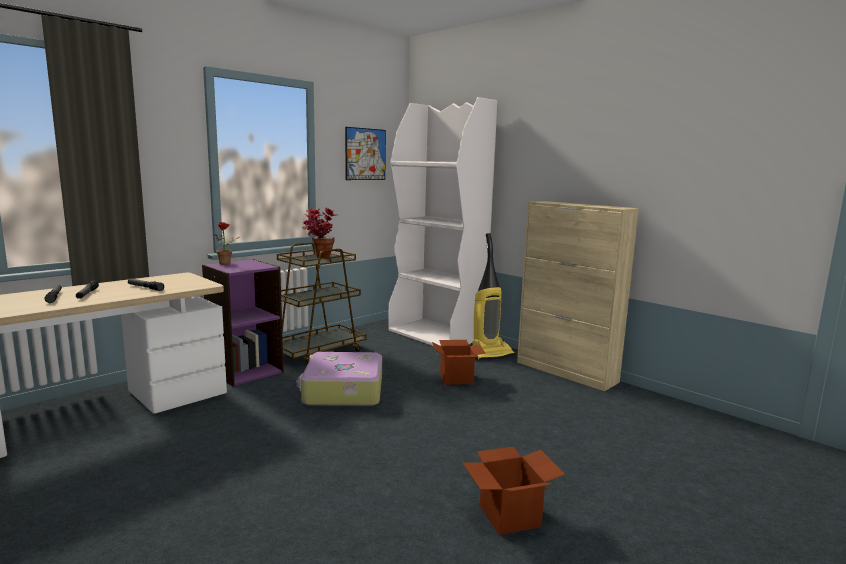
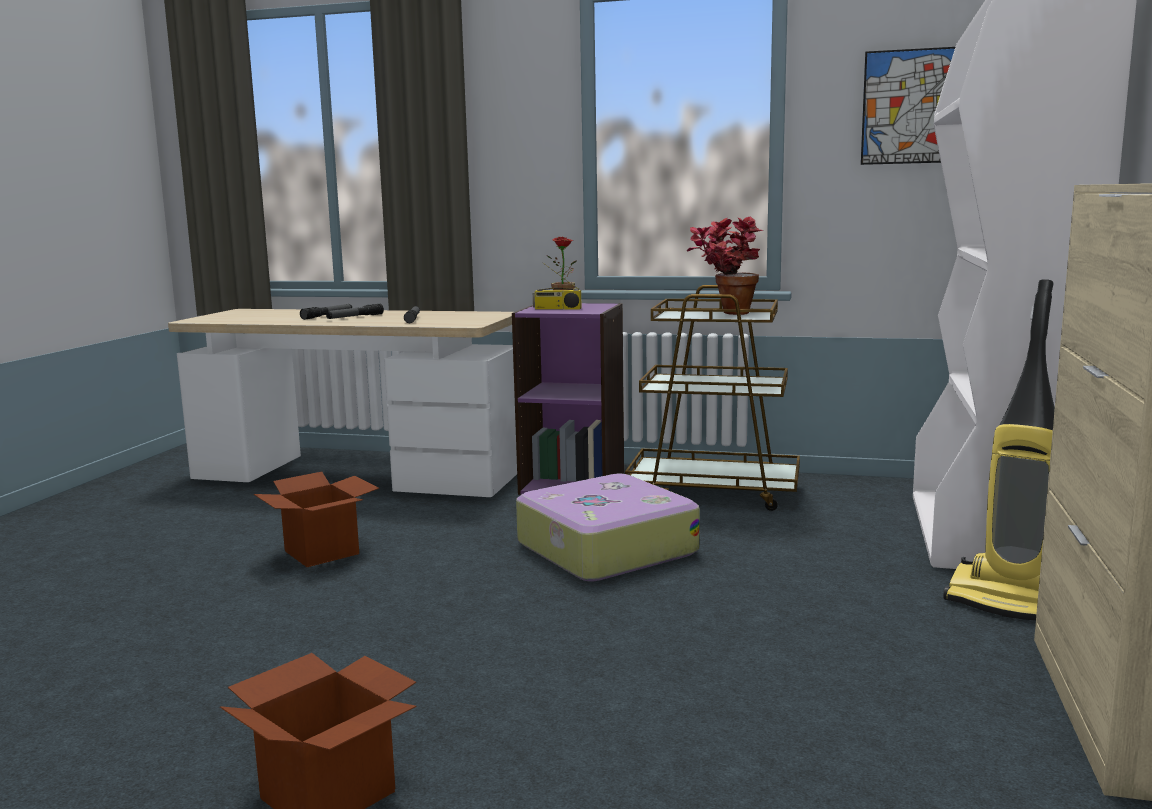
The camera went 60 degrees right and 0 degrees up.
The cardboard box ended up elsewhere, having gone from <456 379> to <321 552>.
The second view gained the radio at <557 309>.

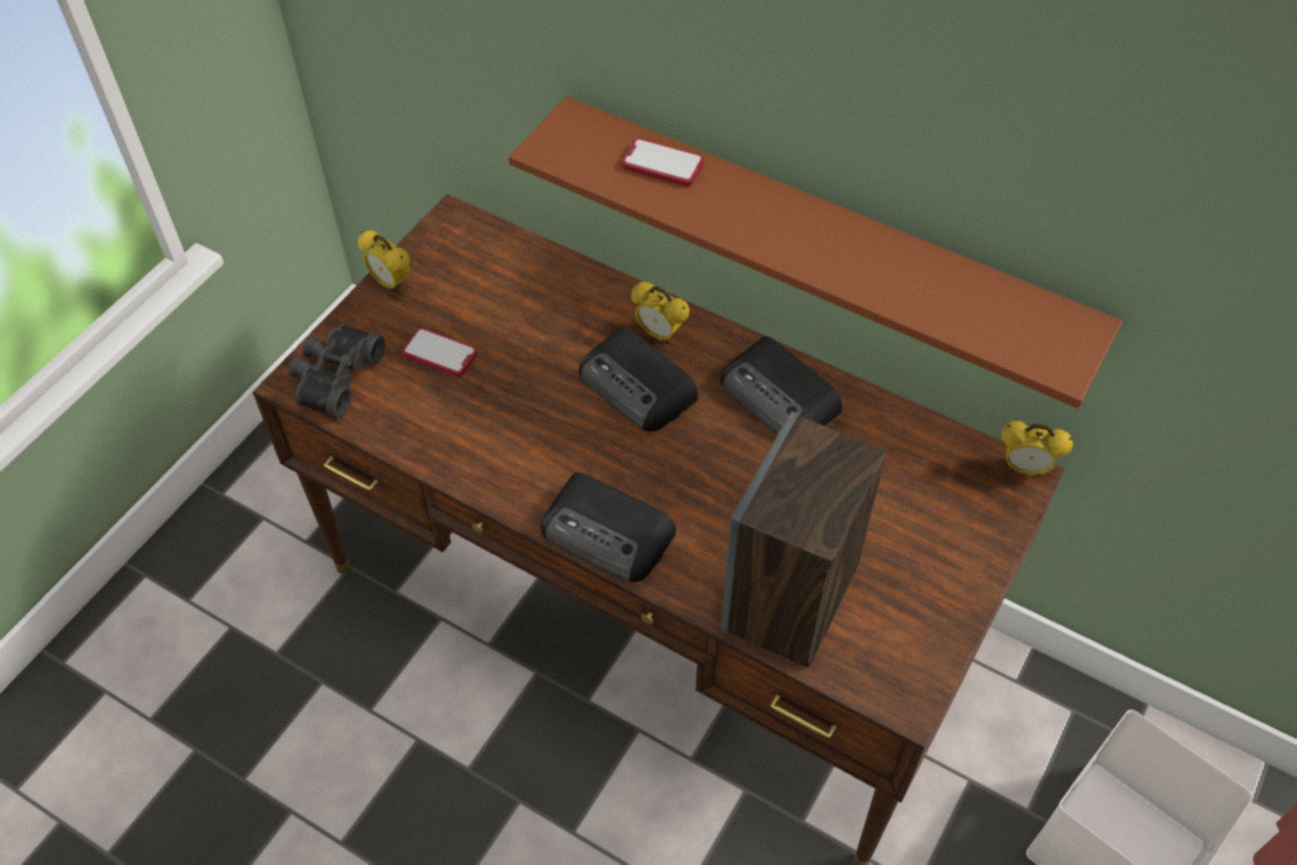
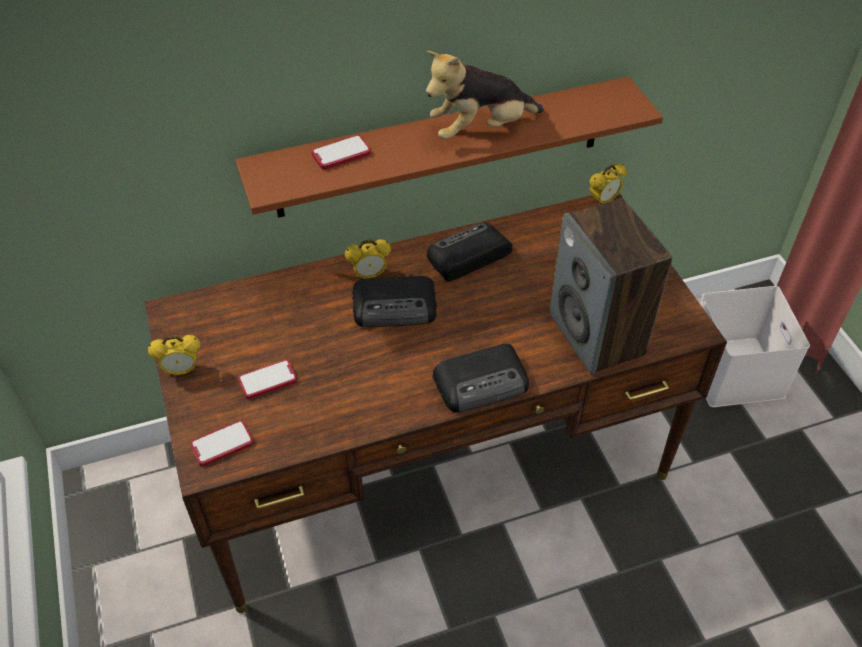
The camera went 50 degrees left and 5 degrees down.
Where the binoculars in black stood at <334 377>, the phone came to stand at <222 444>.
The radio at <781 397> ended up facing another way, 150 degrees clockwise from before.
The second view gained the plush toy at <480 130>.

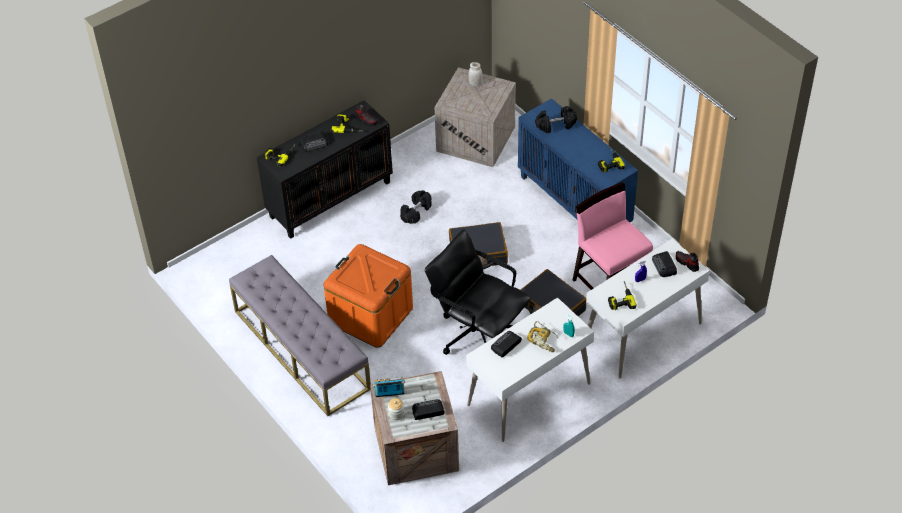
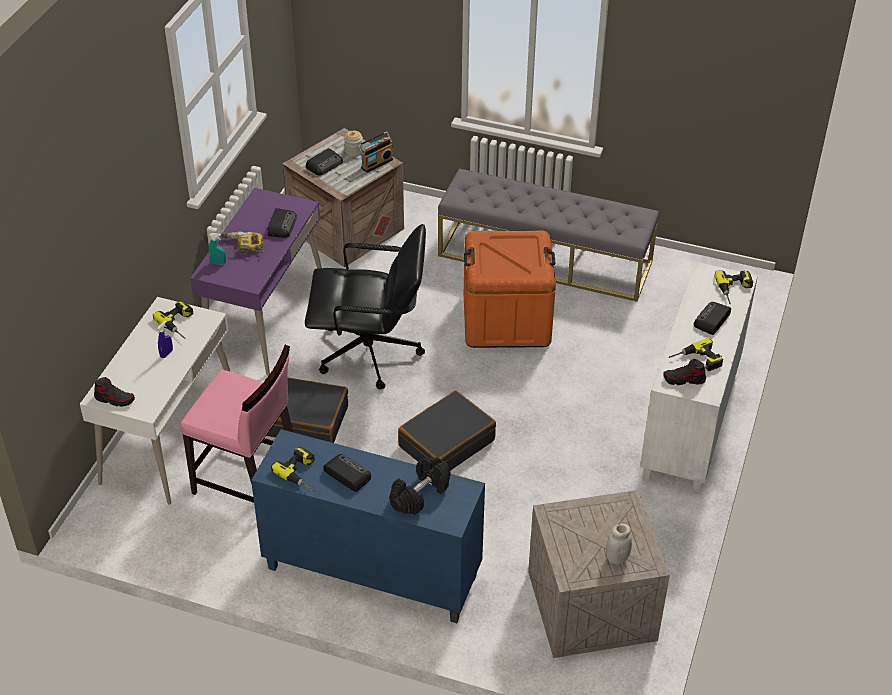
The camera went 145 degrees right and 5 degrees down.
What was the cabinet in black at <330 199> turned into the cabinet in white at <691 423>.
The second view lost the dumbbell in black at <416 212>.
What was the desk in white at <529 395> turned into the desk in purple at <264 320>.
The radio ended up elsewhere, having gone from <664 266> to <347 474>.

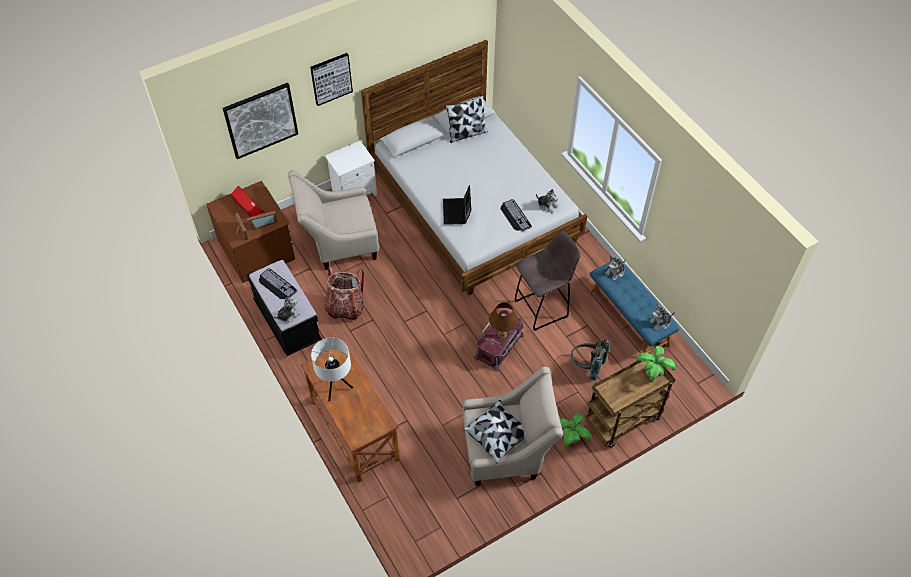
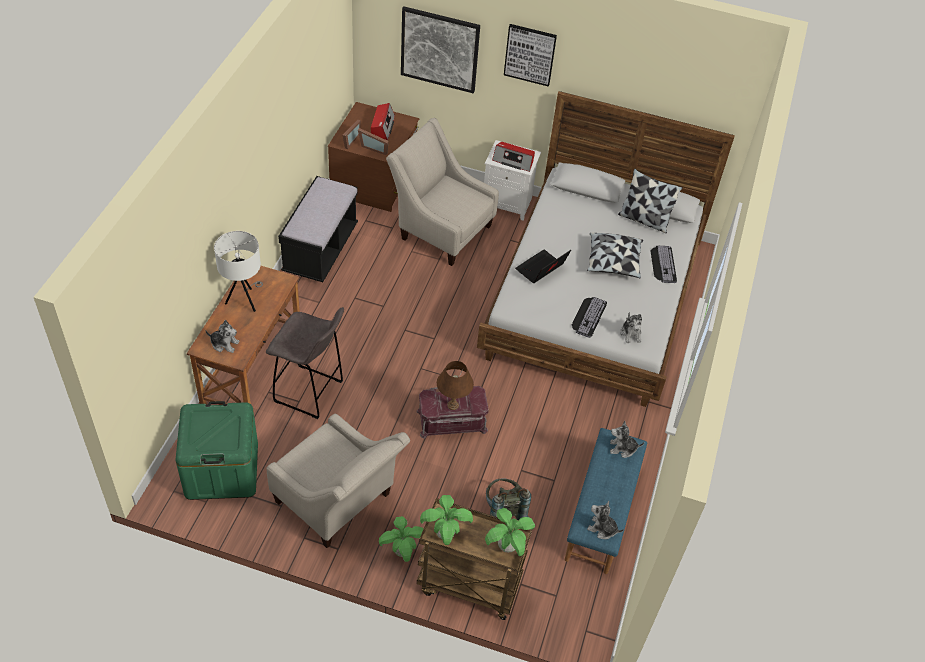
The camera went 45 degrees right and 5 degrees down.
The keyboard ended up elsewhere, having gone from <276 285> to <662 264>.
The plush toy ended up elsewhere, having gone from <288 315> to <224 344>.
The second view lost the backpack at <345 307>.
The pillow ended up elsewhere, having gone from <498 435> to <613 262>.
The stool in grey ended up elsewhere, having gone from <543 308> to <310 392>.
The second view gained the storage box in green at <222 469>.
The second view gained the potted plant at <445 534>.
The second view gained the radio at <513 160>.

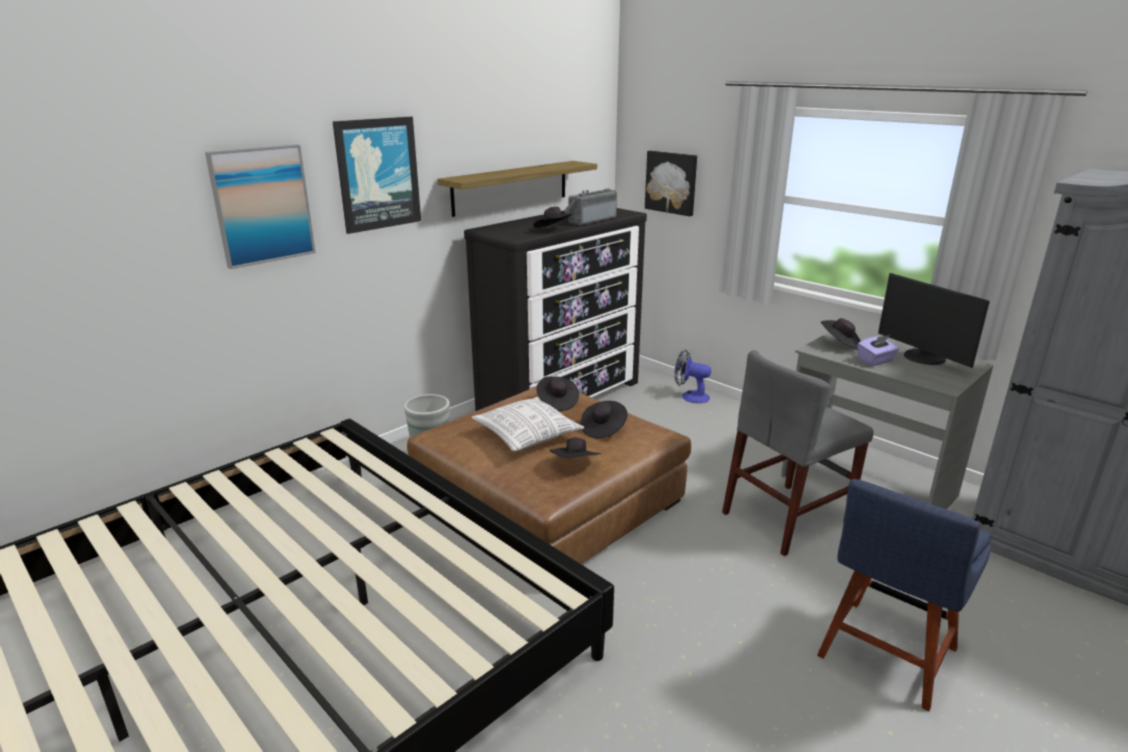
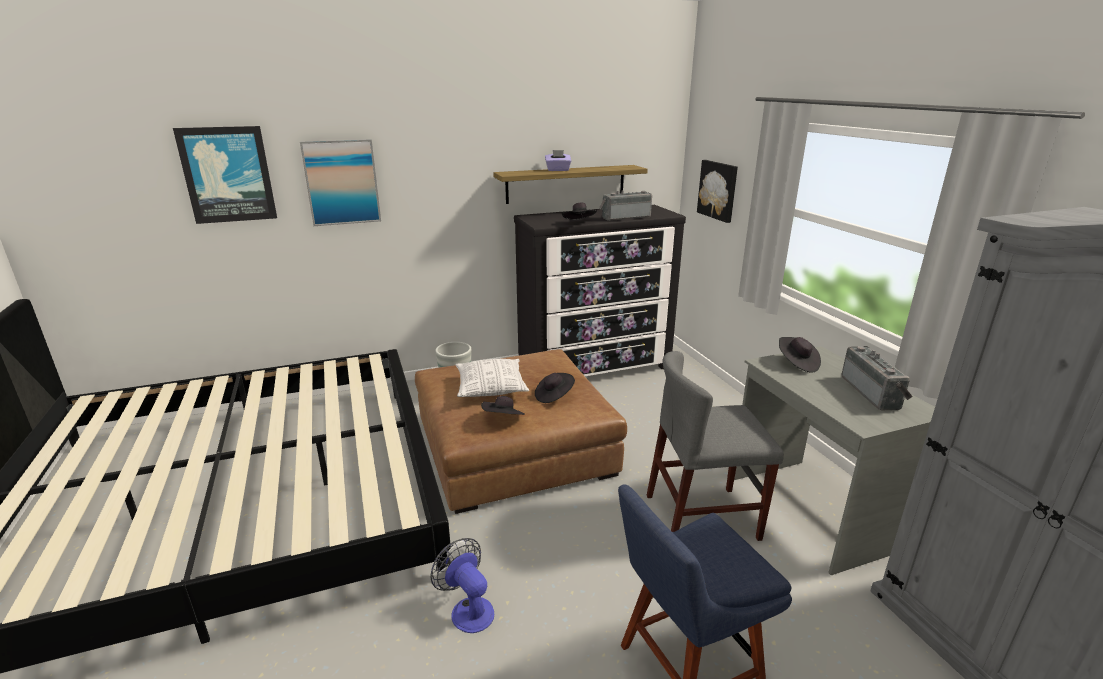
The camera went 25 degrees right and 0 degrees up.
The picture ended up elsewhere, having gone from <378 174> to <228 175>.
The second view lost the hat in black at <557 402>.
The fan ended up elsewhere, having gone from <690 396> to <468 609>.
The tissue box in purple ended up elsewhere, having gone from <875 361> to <558 170>.
Where the monitor stood at <923 358>, the radio came to stand at <873 392>.

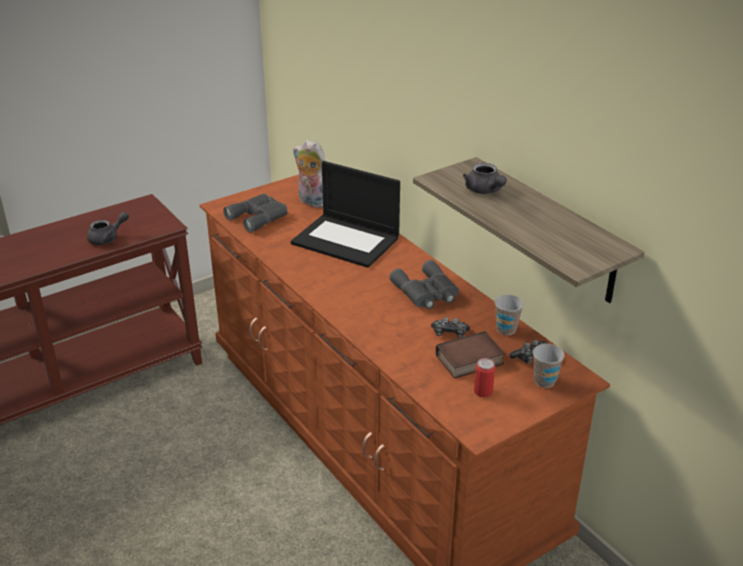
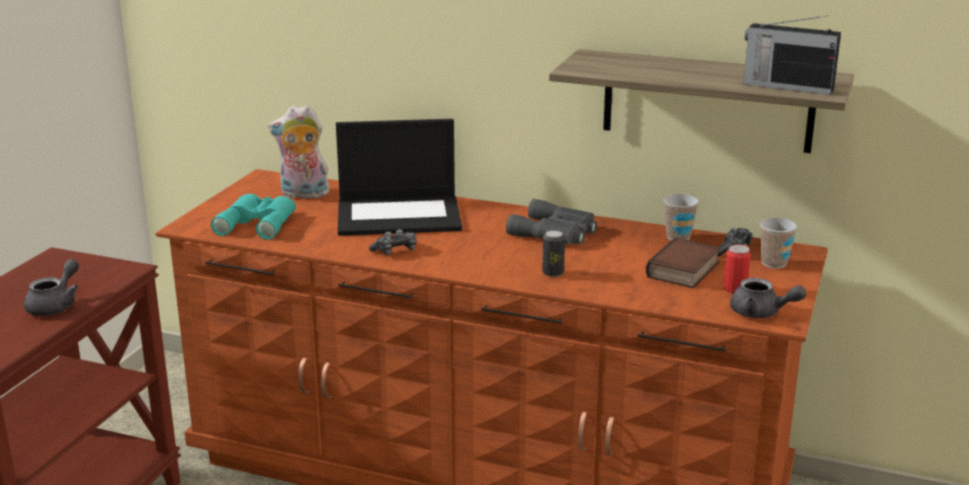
The camera went 35 degrees left and 10 degrees down.
What was the binoculars in grey at <259 216> turned into the binoculars in turquoise at <258 223>.
The game controller ended up elsewhere, having gone from <449 333> to <395 251>.
The teapot in grey ended up elsewhere, having gone from <485 191> to <761 313>.
The second view gained the can at <553 273>.
The second view gained the radio at <786 87>.

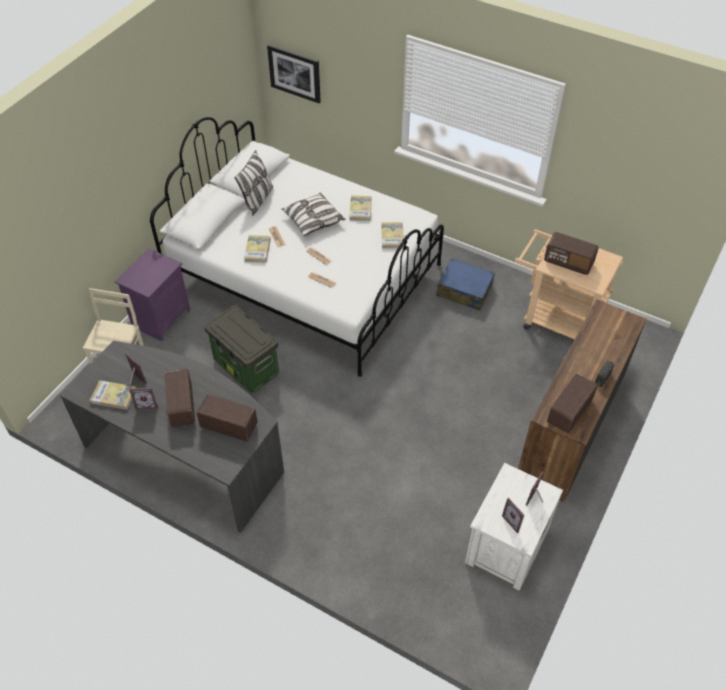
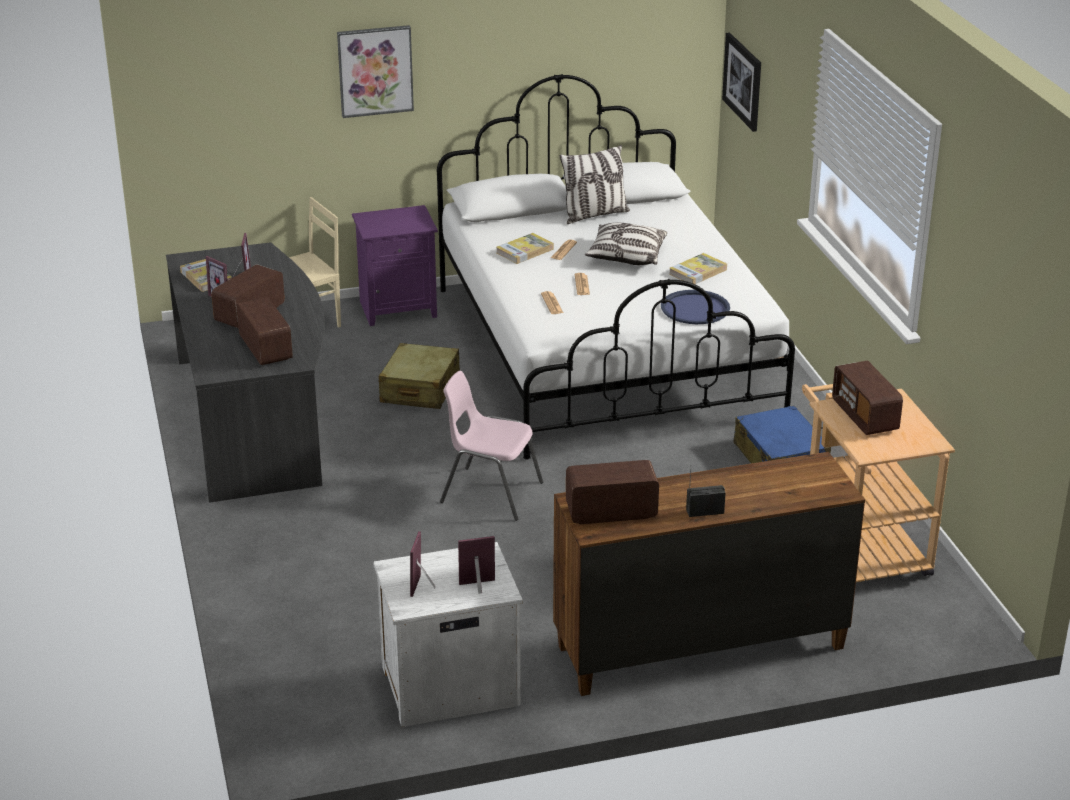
The camera went 45 degrees right and 20 degrees down.
Where the storage box stood at <247 367>, the suitcase in beige came to stand at <420 389>.
Where the book stood at <392 236>, the tray in blue came to stand at <695 308>.
The second view gained the picture at <375 70>.
The second view gained the chair in pink at <490 492>.

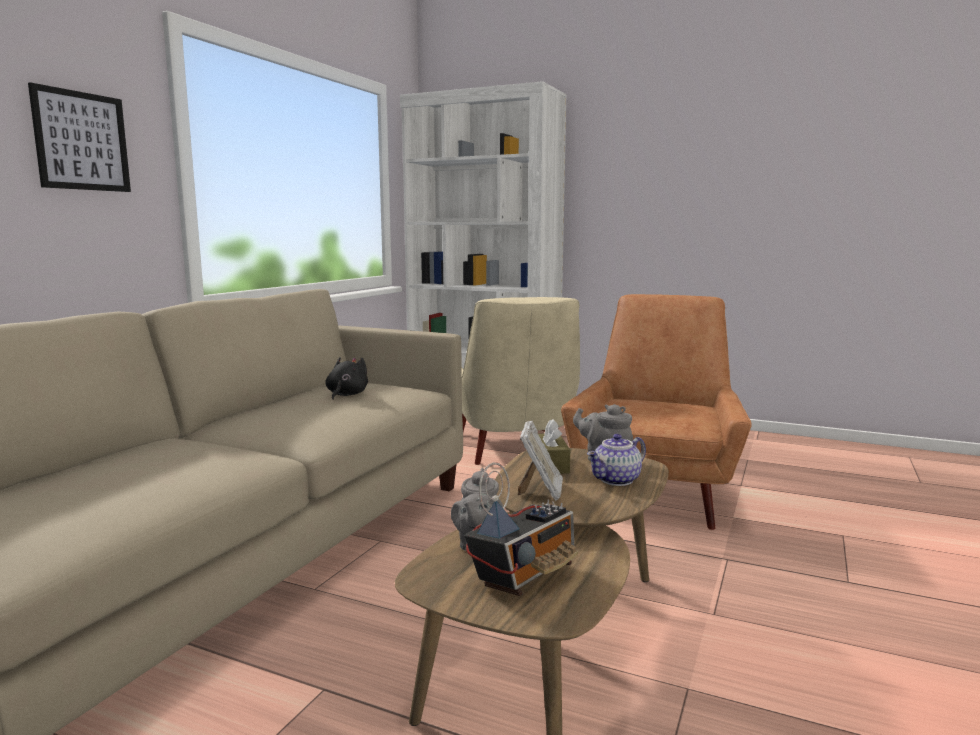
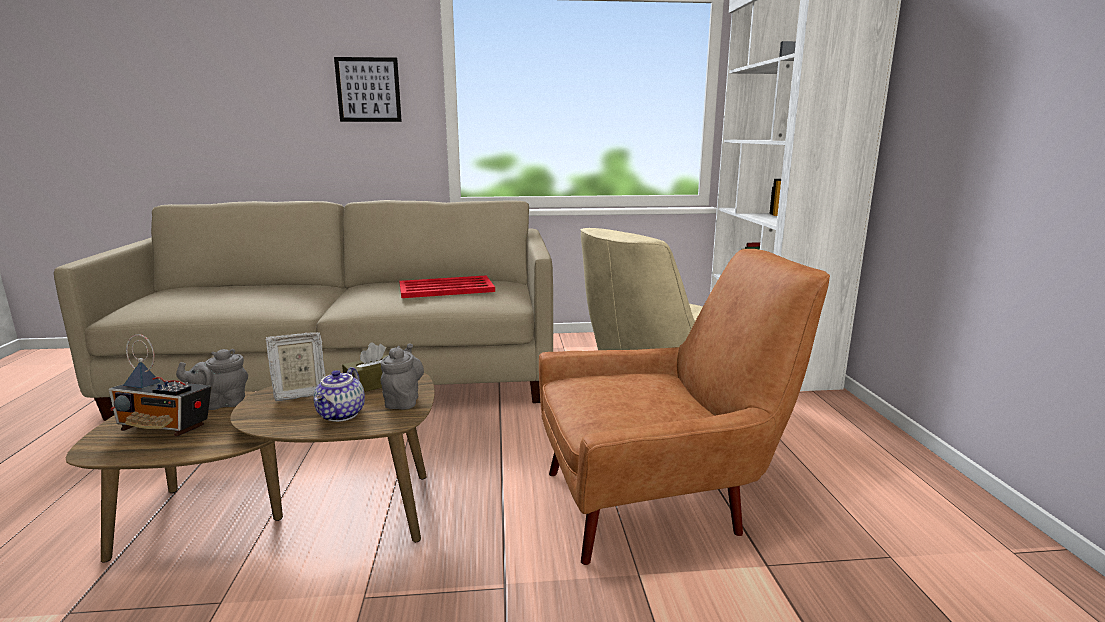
The camera went 60 degrees right and 5 degrees up.
Where the plush toy in black stood at <346 395>, the tray in red came to stand at <445 288>.
The teapot at <616 480> ended up facing another way, 105 degrees counterclockwise from before.

